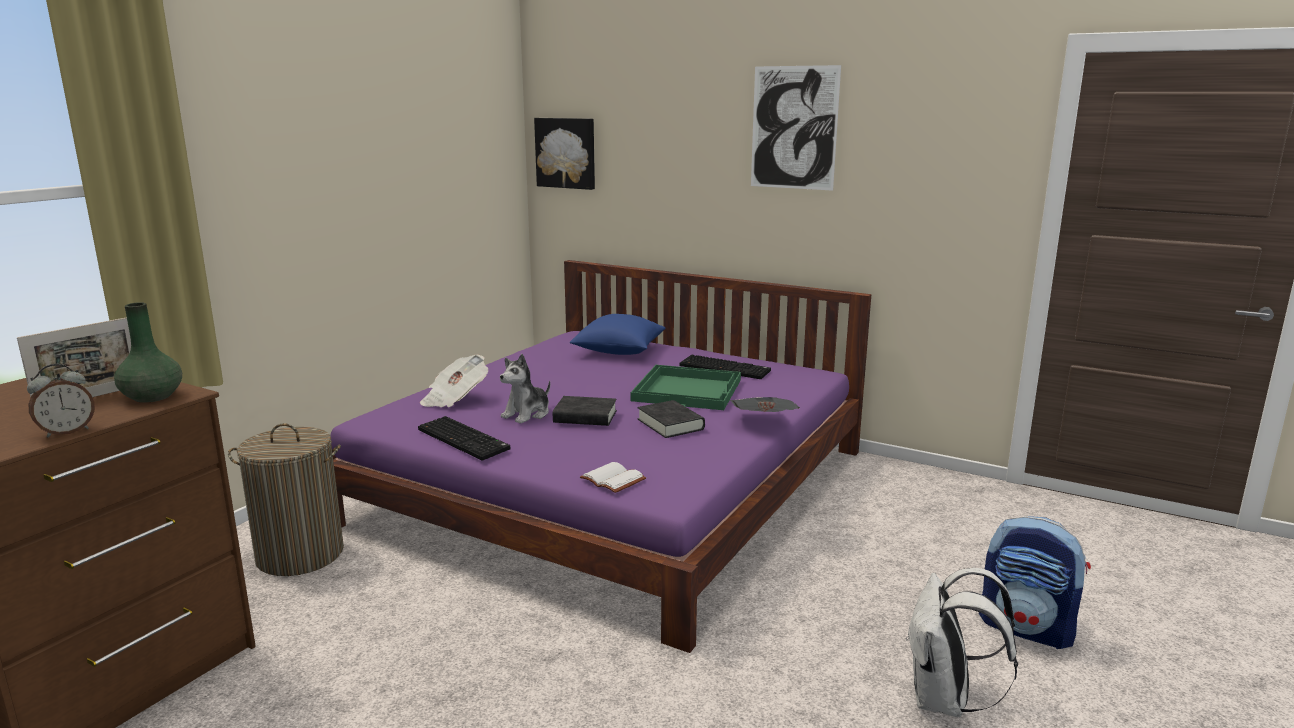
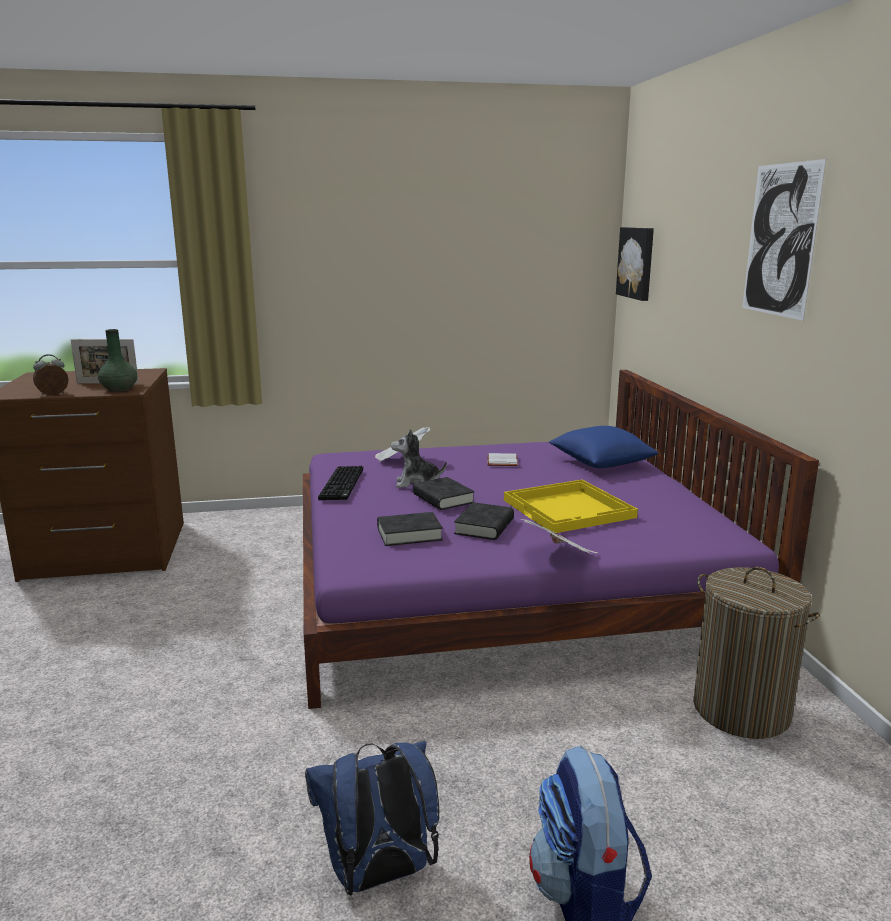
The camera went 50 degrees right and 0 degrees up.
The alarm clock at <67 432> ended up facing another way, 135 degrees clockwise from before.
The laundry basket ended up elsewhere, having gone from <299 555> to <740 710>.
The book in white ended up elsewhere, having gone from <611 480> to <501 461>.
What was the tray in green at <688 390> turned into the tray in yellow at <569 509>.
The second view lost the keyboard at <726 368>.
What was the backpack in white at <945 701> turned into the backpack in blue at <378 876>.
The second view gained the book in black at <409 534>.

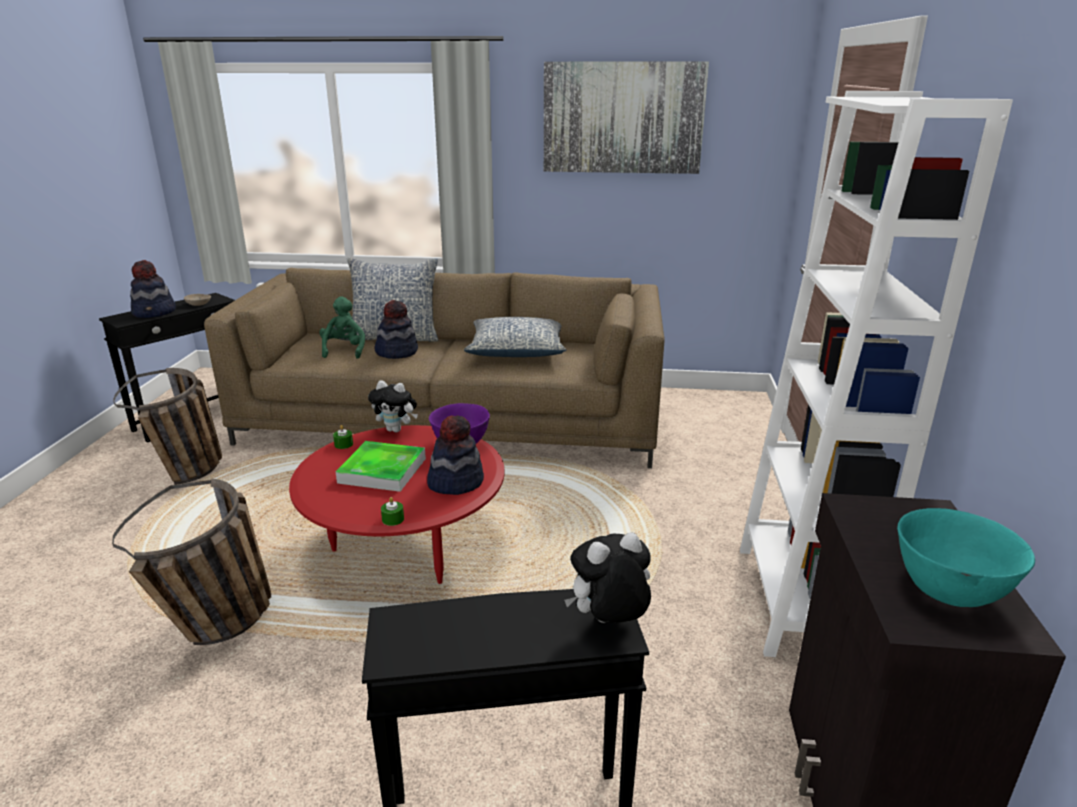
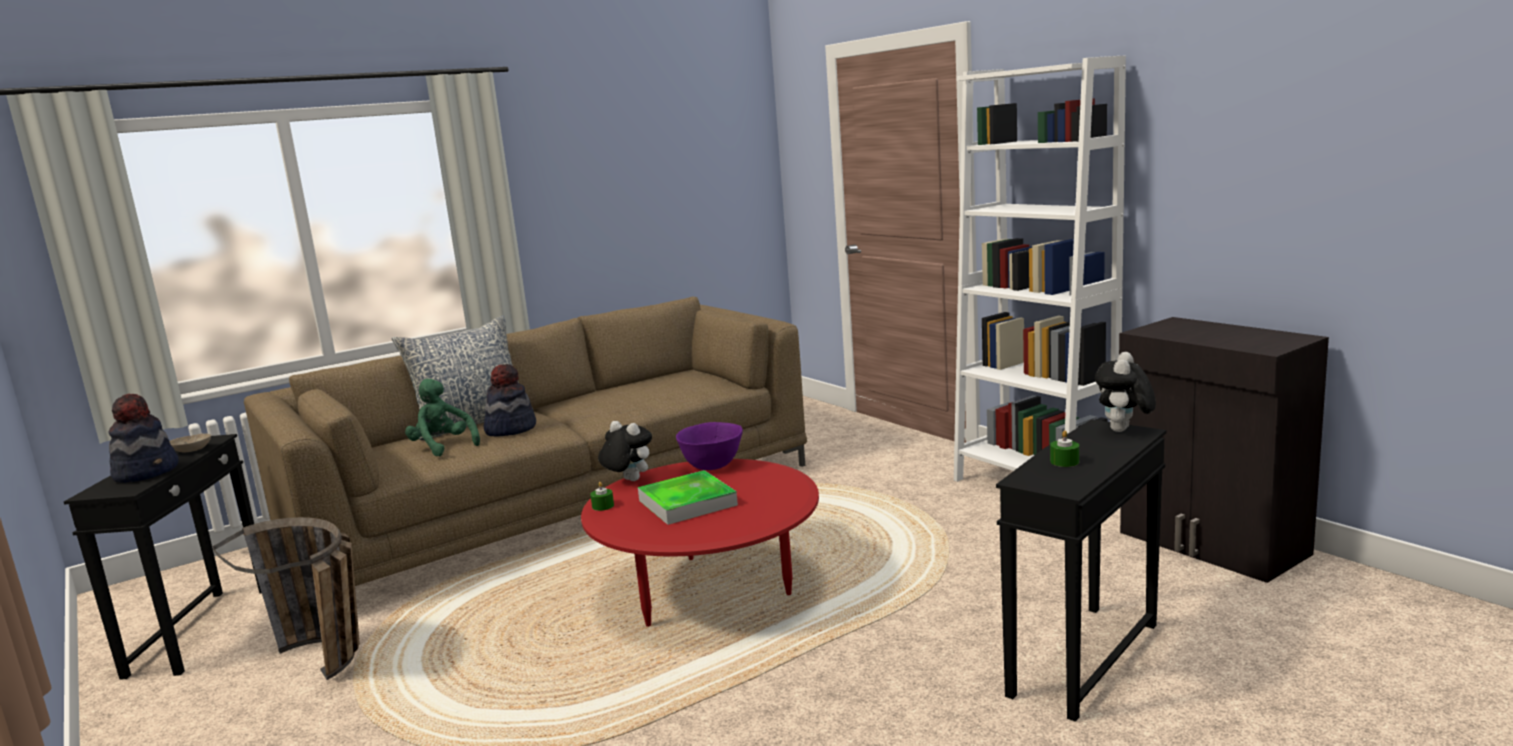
The camera went 40 degrees left and 10 degrees down.
The second view lost the basket at <222 629>.
The plush toy at <396 430> ended up facing another way, 120 degrees counterclockwise from before.
The candle in green ended up elsewhere, having gone from <393 519> to <1064 462>.
The second view lost the hat at <455 482>.
The second view lost the pillow at <517 350>.
The second view lost the picture at <623 118>.
The second view lost the bowl in turquoise at <949 591>.

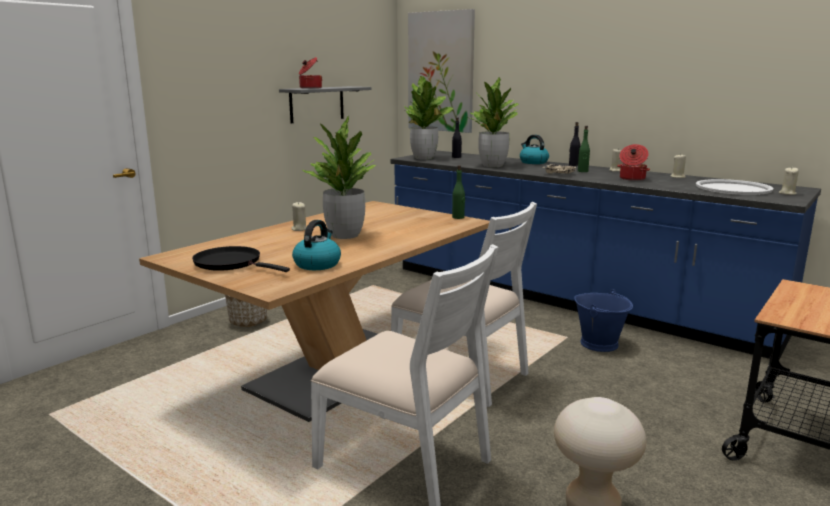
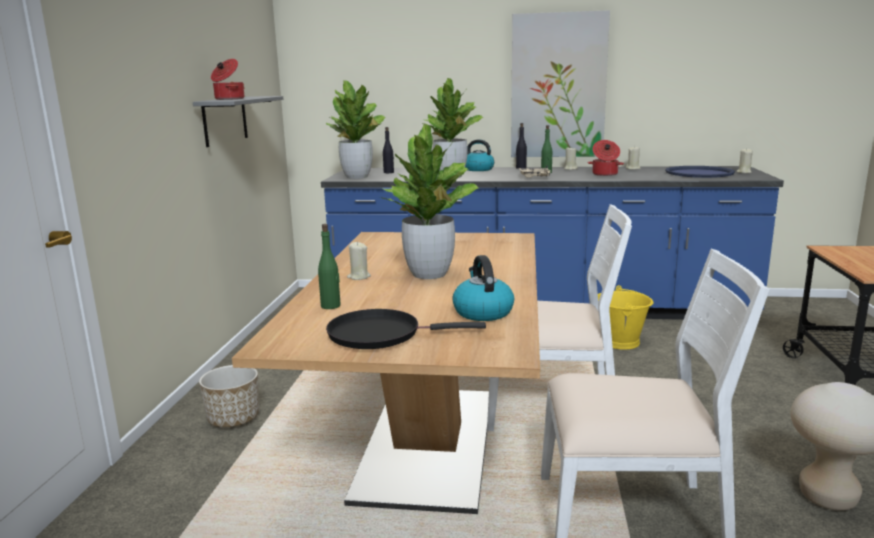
The camera went 30 degrees left and 0 degrees up.
The picture ended up elsewhere, having gone from <441 72> to <558 86>.
The bottle in green ended up elsewhere, having gone from <458 217> to <331 306>.
What was the bucket in blue at <599 343> turned into the bucket in yellow at <620 342>.
What was the tray in white at <733 188> turned into the tray in blue at <699 173>.

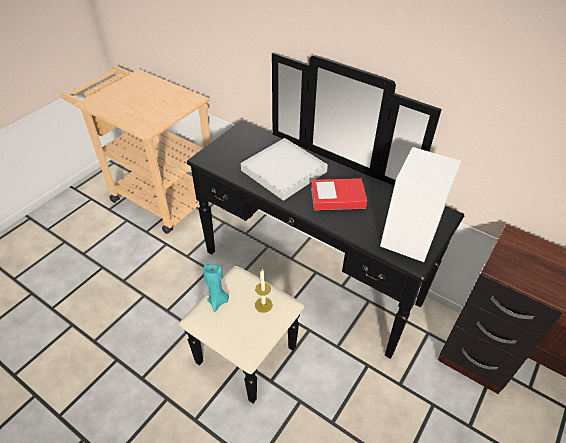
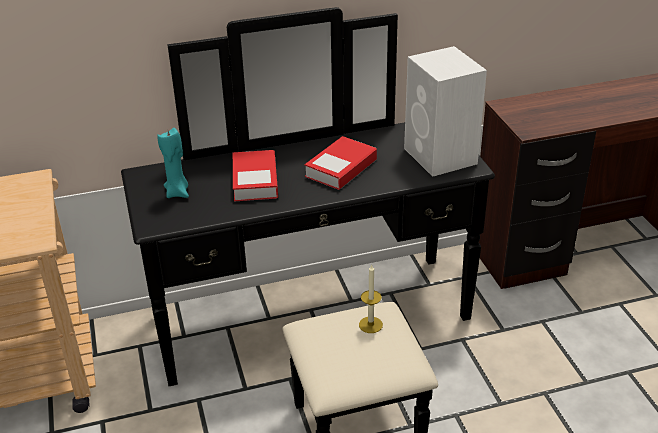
The camera went 50 degrees left and 10 degrees down.
The candle in turquoise ended up elsewhere, having gone from <218 301> to <178 192>.
Where the tray in white stood at <283 171>, the book came to stand at <255 181>.

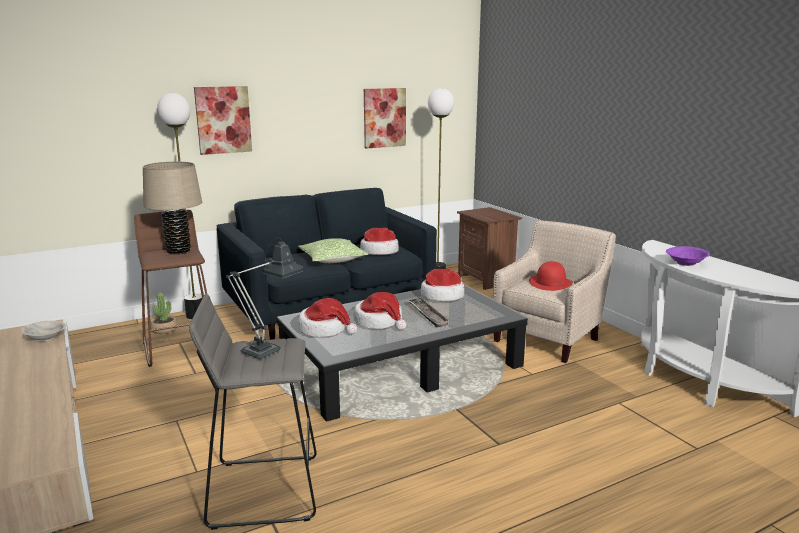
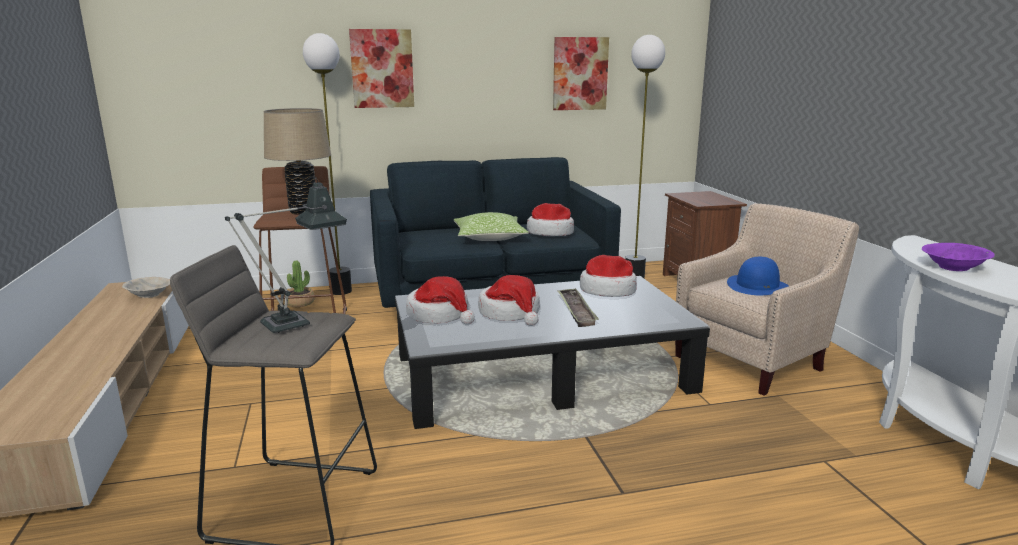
The camera went 15 degrees right and 0 degrees up.
What was the hat in red at <550 283> turned into the hat in blue at <757 286>.

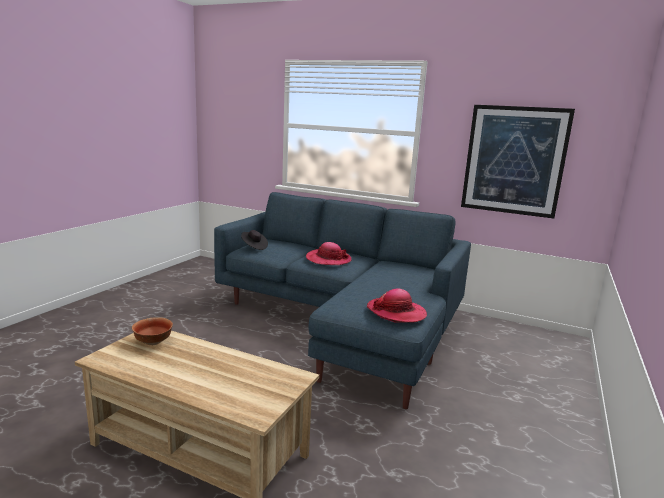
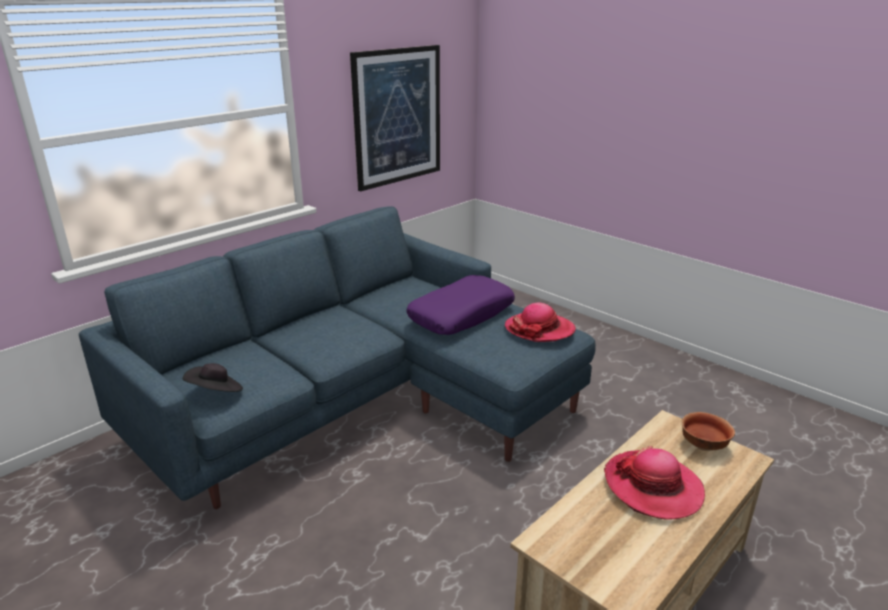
The camera went 70 degrees left and 10 degrees up.
The bowl ended up elsewhere, having gone from <154 342> to <703 444>.
The hat ended up elsewhere, having gone from <328 259> to <653 487>.
The second view gained the pillow in purple at <461 315>.

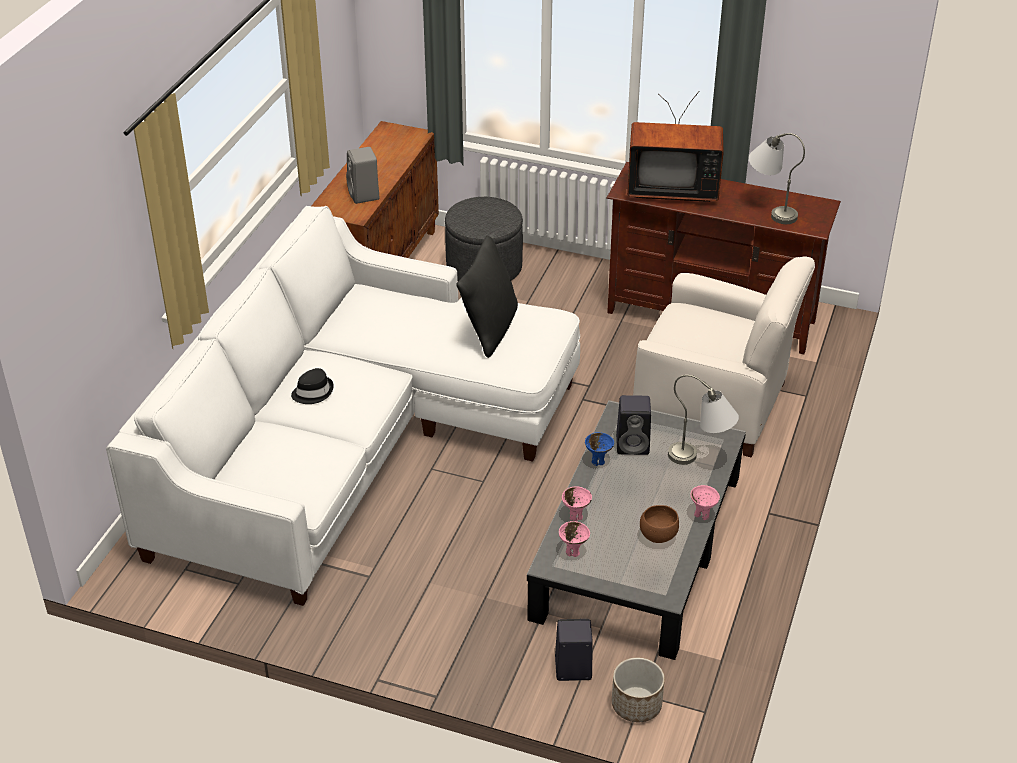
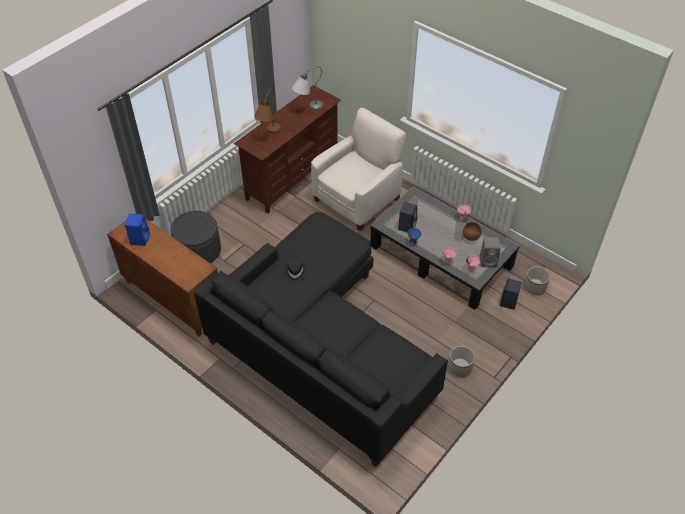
The camera went 70 degrees left and 10 degrees up.
What was the sofa in white at <353 445> turned into the sofa in black at <322 347>.
The hat in black ended up elsewhere, having gone from <313 392> to <295 272>.
The speaker in grey ended up elsewhere, having gone from <364 195> to <489 261>.
The second view lost the pillow in black at <489 329>.
Where the television stood at <671 187>, the table lamp in brown came to stand at <268 134>.
The second view lost the table lamp in grey at <701 460>.
The second view gained the speaker in blue at <140 238>.
The second view gained the planter at <459 367>.

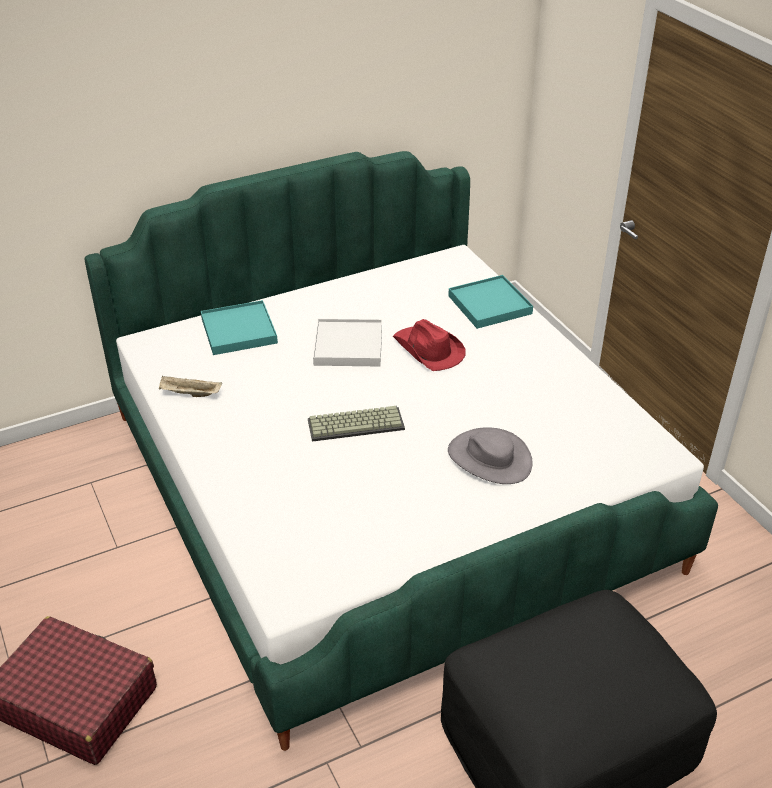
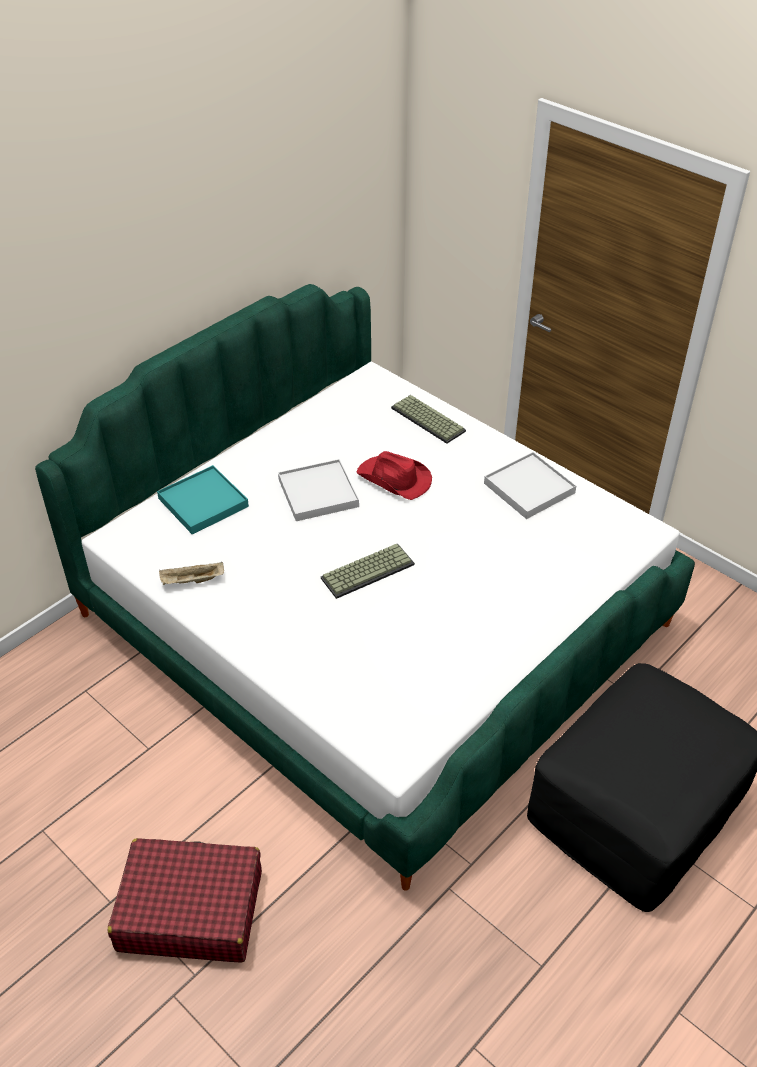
The camera went 20 degrees left and 5 degrees up.
Where the tray in turquoise stood at <489 305>, the keyboard came to stand at <426 420>.
The second view lost the hat in grey at <489 458>.
The second view gained the tray in white at <529 488>.

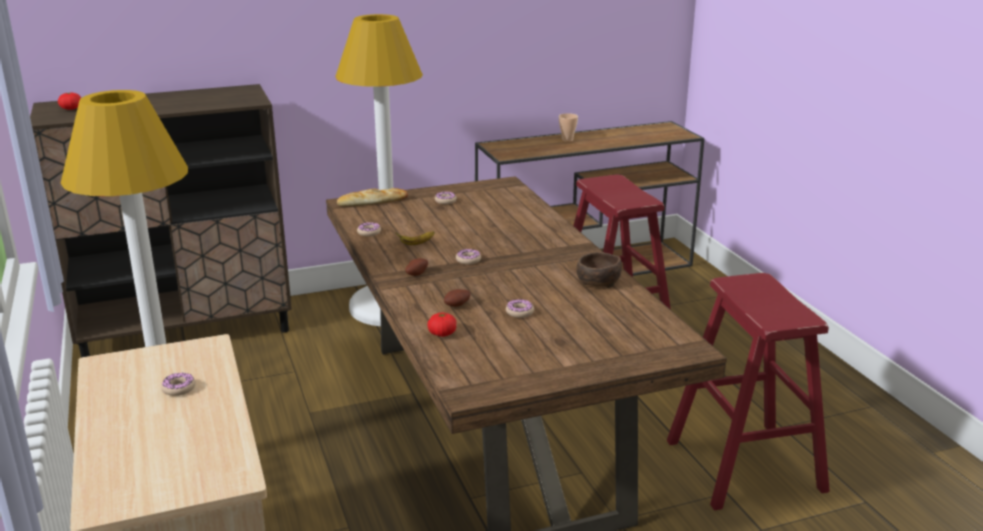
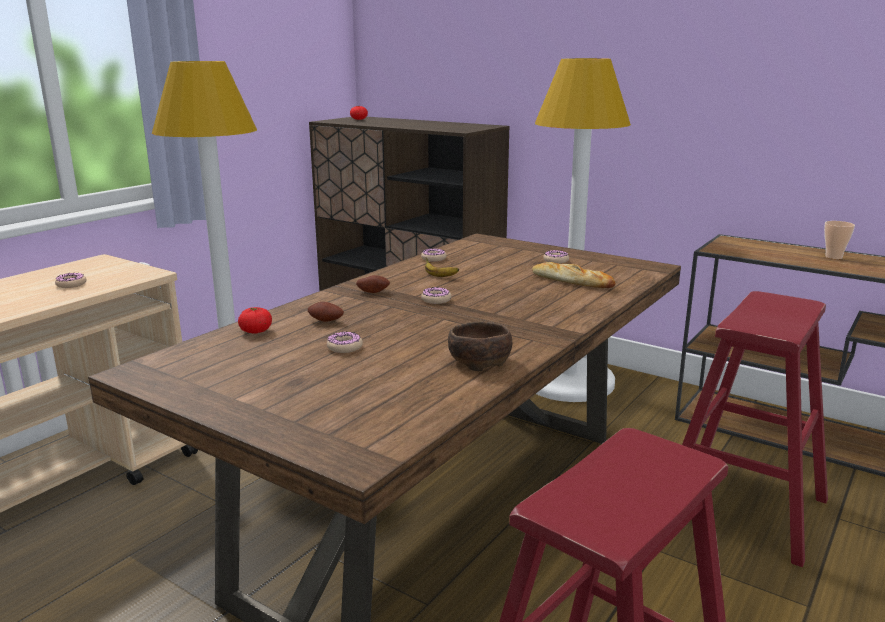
The camera went 55 degrees right and 5 degrees down.
The bread ended up elsewhere, having gone from <372 202> to <572 281>.

